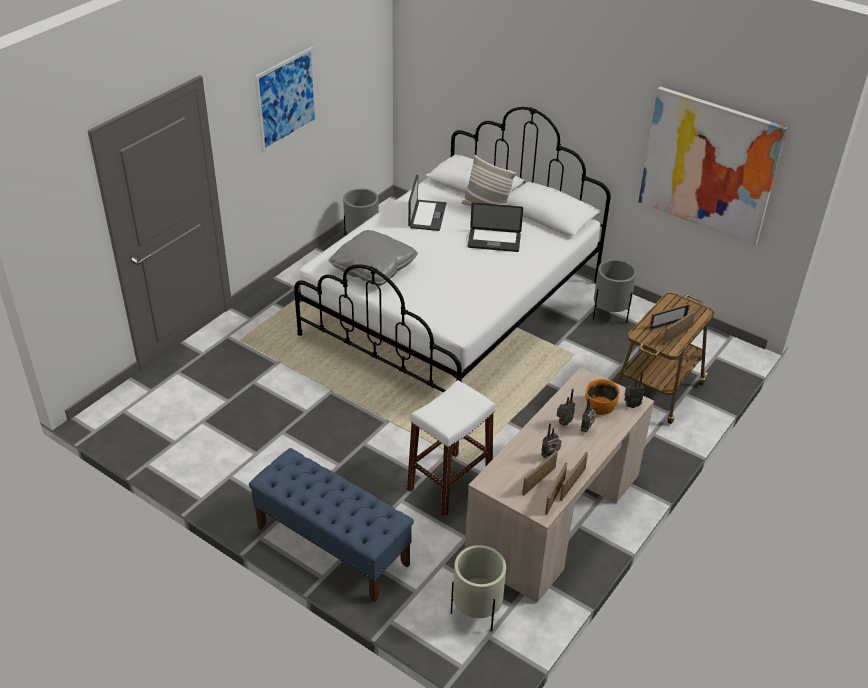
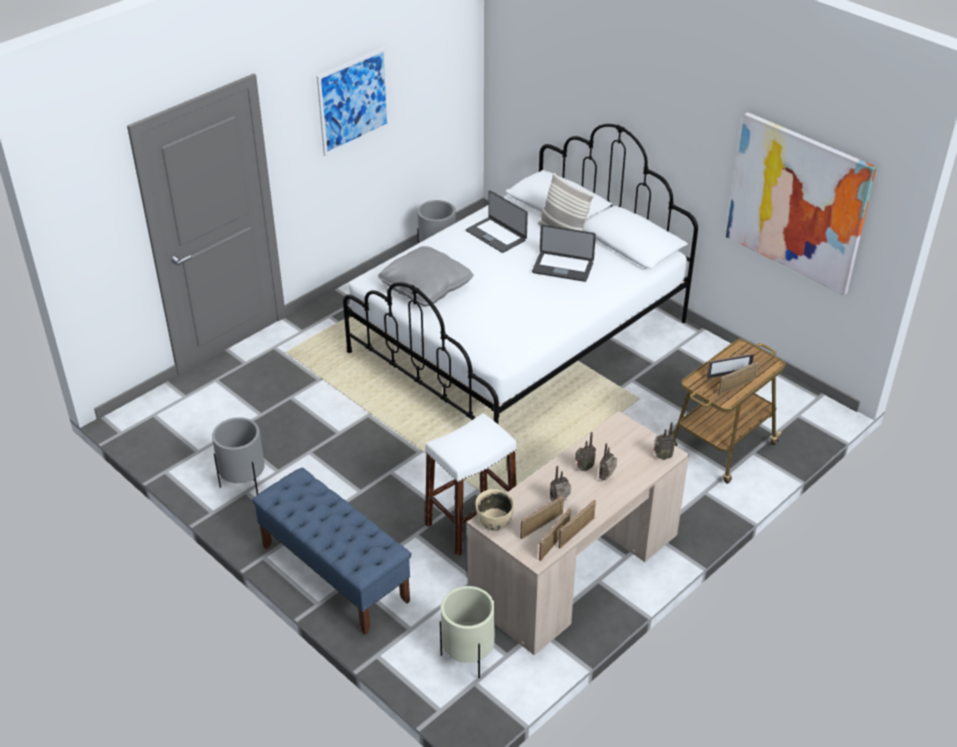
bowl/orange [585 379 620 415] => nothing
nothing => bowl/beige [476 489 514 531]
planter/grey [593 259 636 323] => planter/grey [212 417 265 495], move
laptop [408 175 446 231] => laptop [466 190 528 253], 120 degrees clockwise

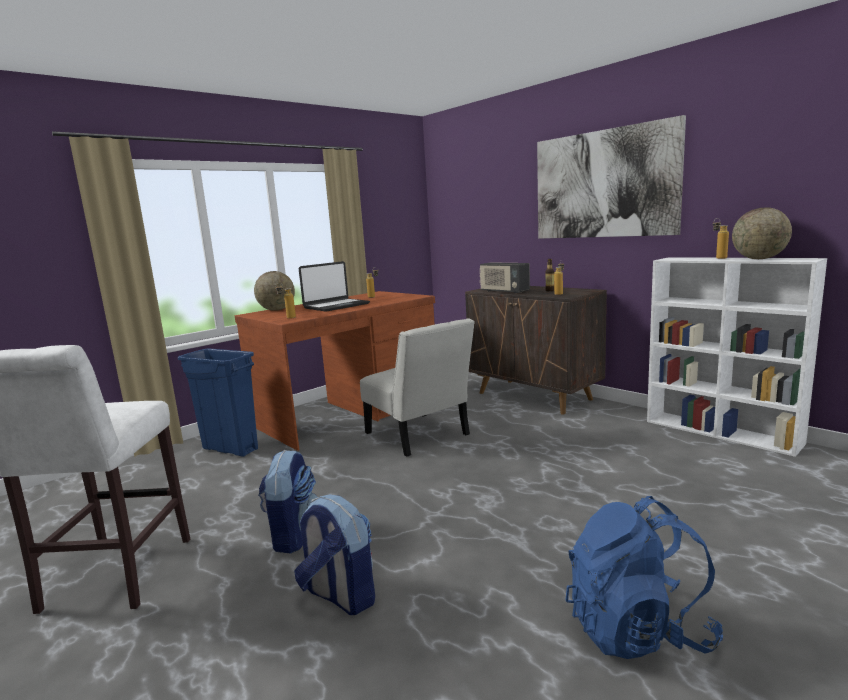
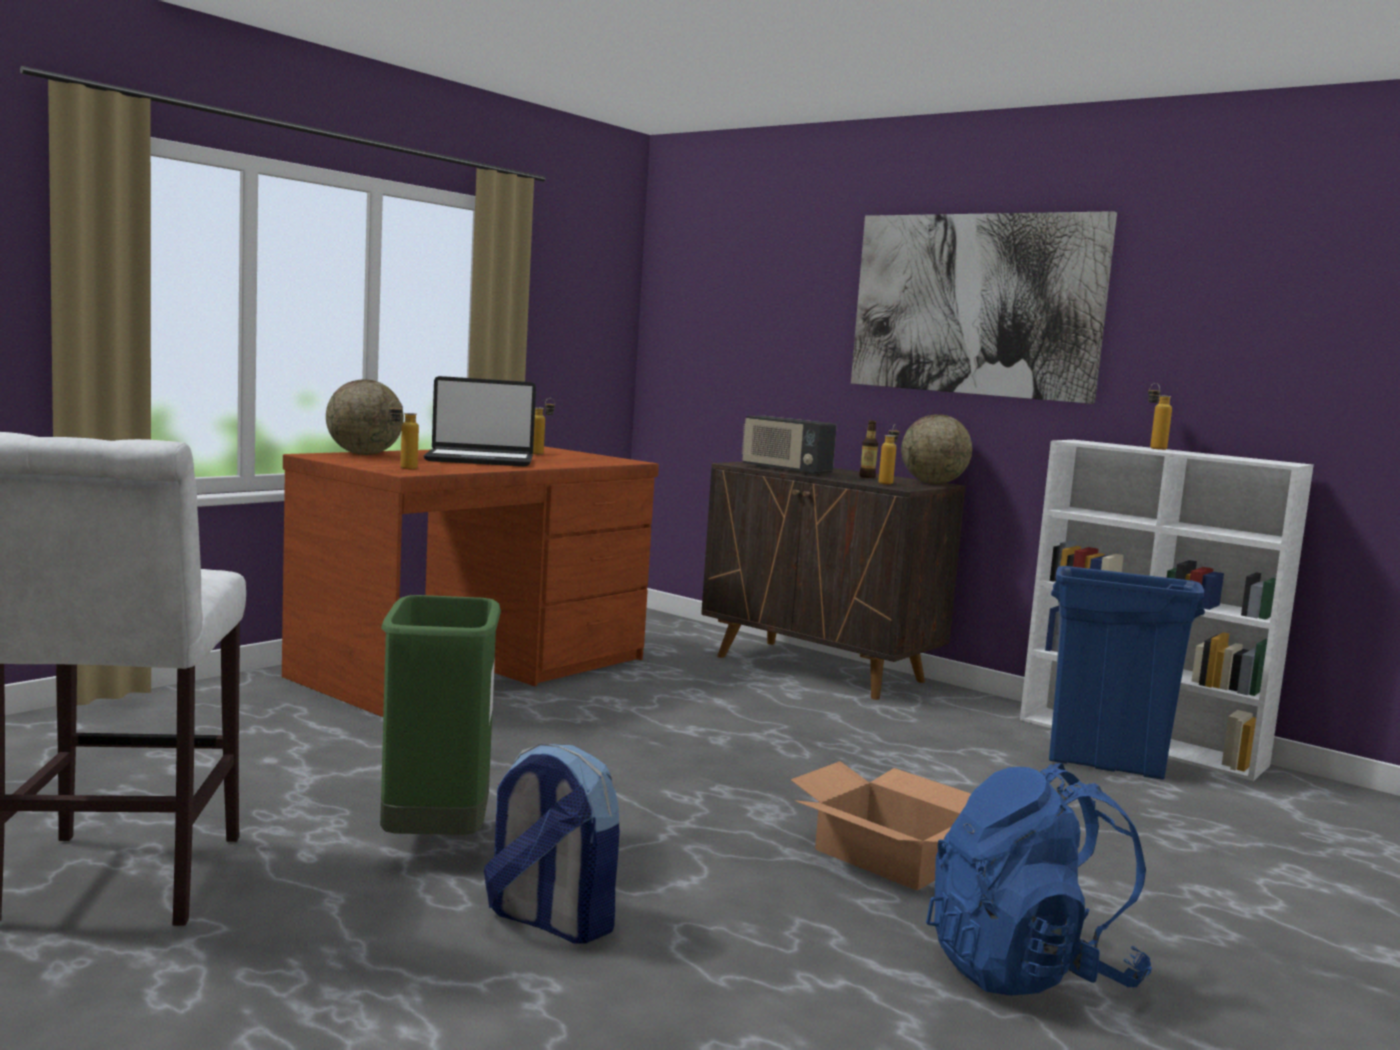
chair/white [360 318 474 457] => nothing
nothing => cardboard box [791 761 971 891]
trash can/blue [178 348 258 457] => trash can/blue [1049 566 1205 780], move
globe [732 207 792 259] => globe [901 414 972 484], move
backpack [258 450 317 554] => trash can/green [380 595 501 835]
laptop [299 261 370 312] => laptop [423 376 536 466], 45 degrees clockwise

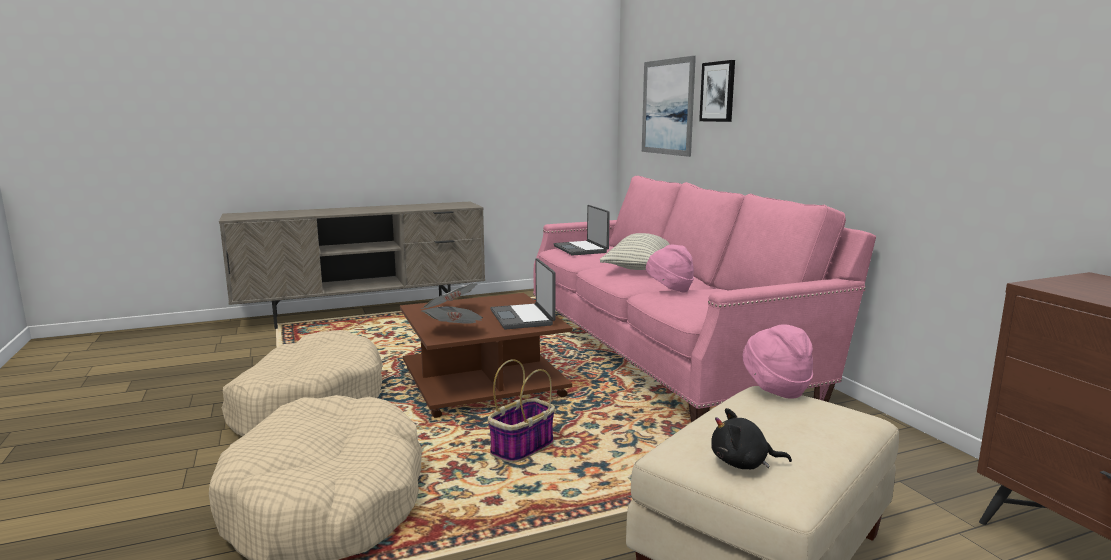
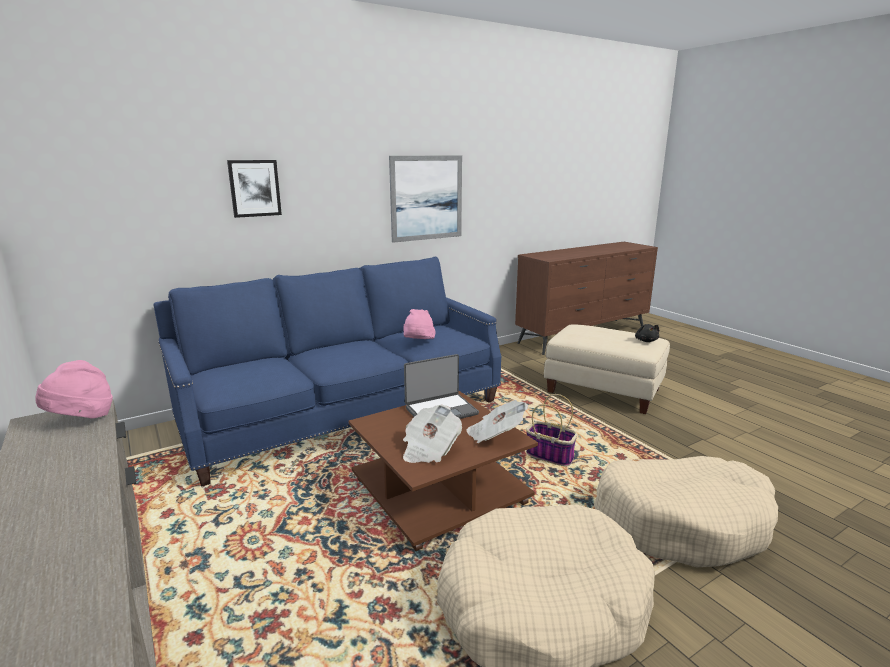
laptop [554 205 610 255] => nothing
pillow [600 233 670 270] => nothing
picture [642 56 696 157] => picture [389 156 462 243], move
hat/pink [742 324 813 399] => hat/pink [36 360 113 418], move
sofa/pink [533 175 876 423] => sofa/blue [153 257 501 487]

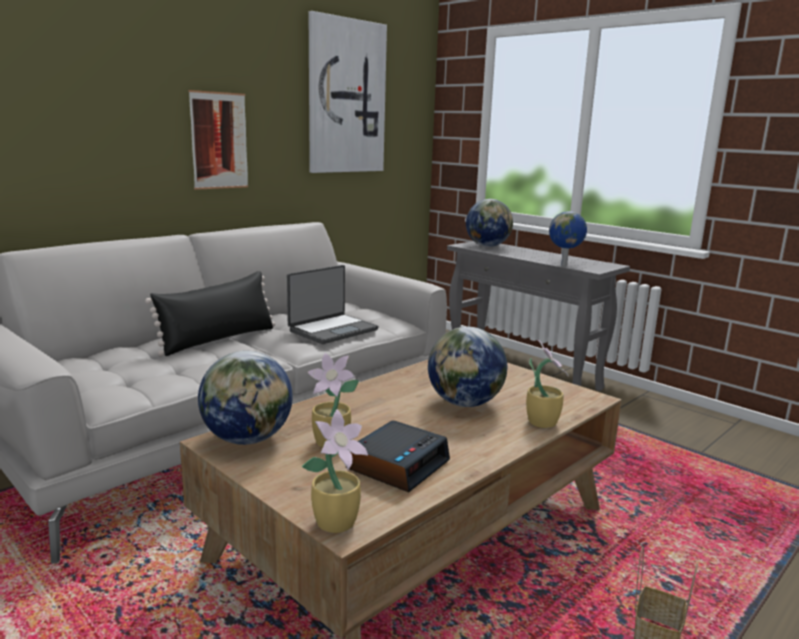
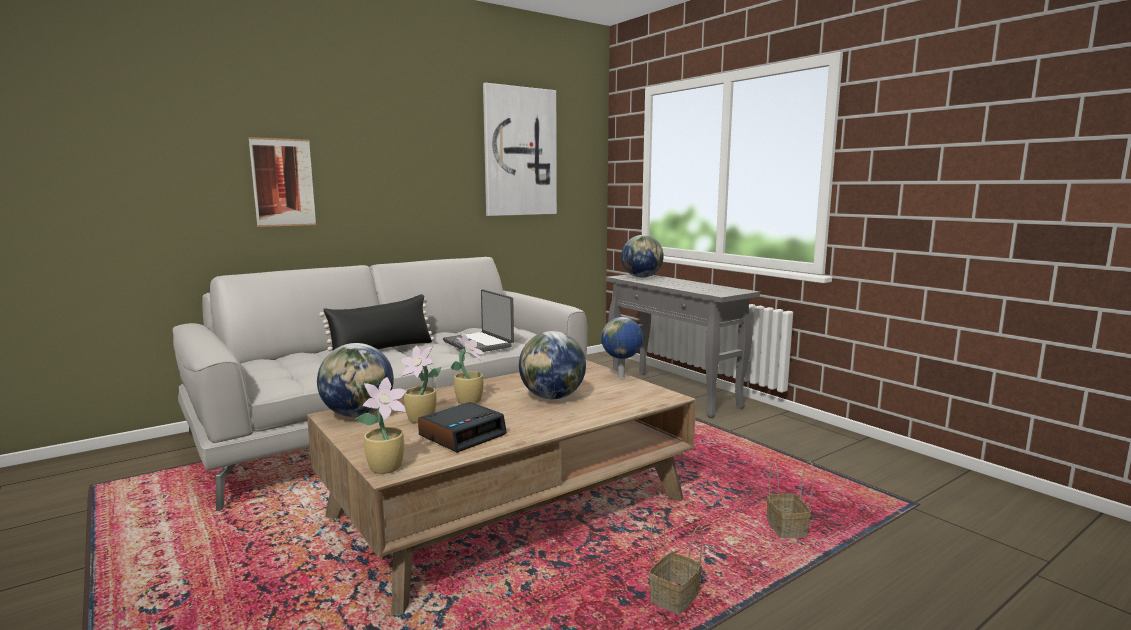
nothing => basket [767 461 814 538]
picture [189 90 248 190] => picture [248 137 316 227], move
potted plant [526 339 569 428] => potted plant [451 332 485 404], move
globe [549 211 587 266] => globe [601 317 643 378], move
laptop [287 265 379 344] => laptop [443 289 514 352], 90 degrees clockwise

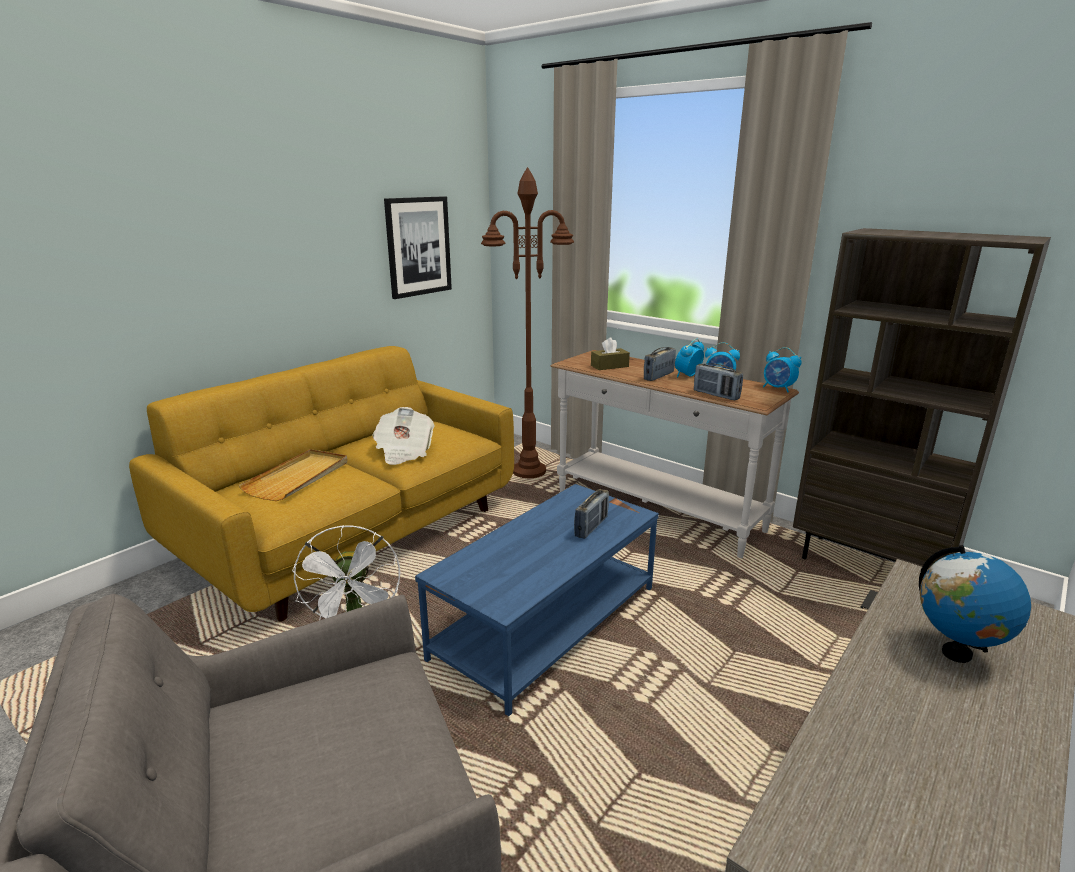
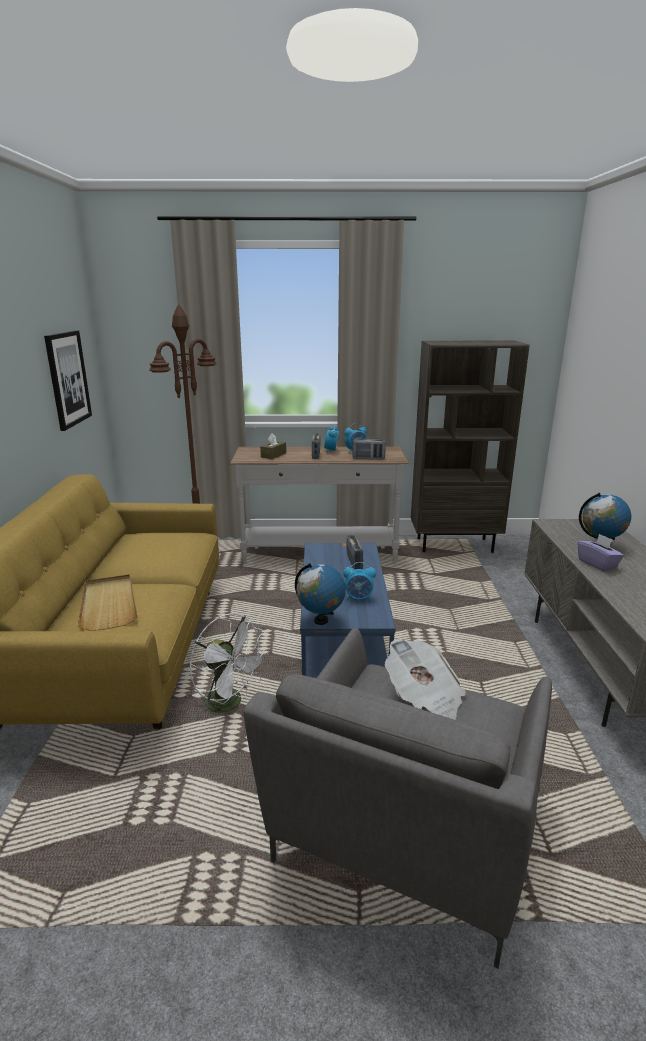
nothing => globe [295 563 346 625]
nothing => tissue box/purple [578 534 624 572]
newspaper [372 407 435 465] => newspaper [385 638 466 720], move
alarm clock [763 347 802 392] => alarm clock [343 562 376 602], move

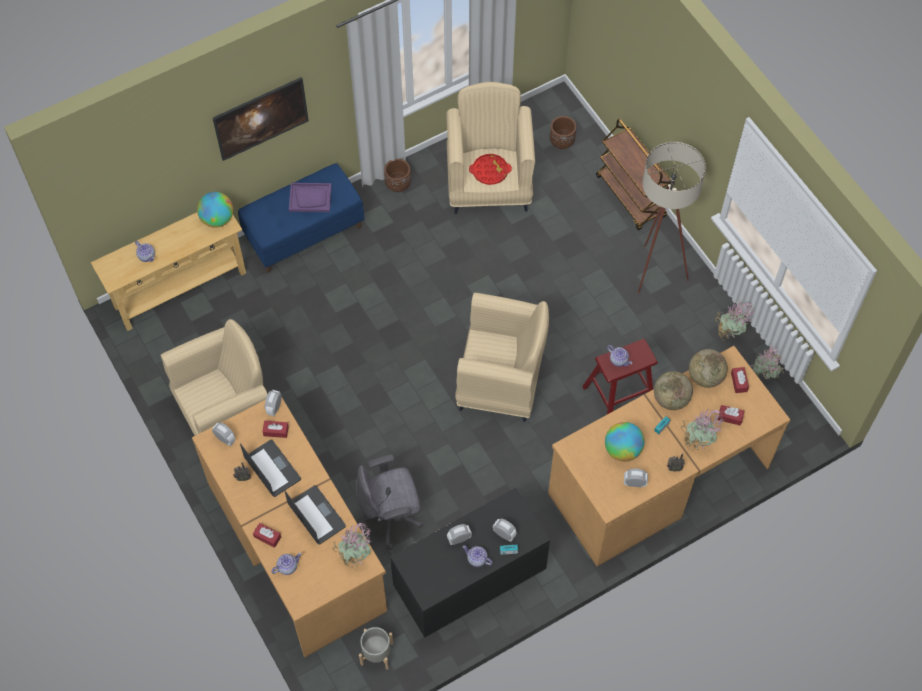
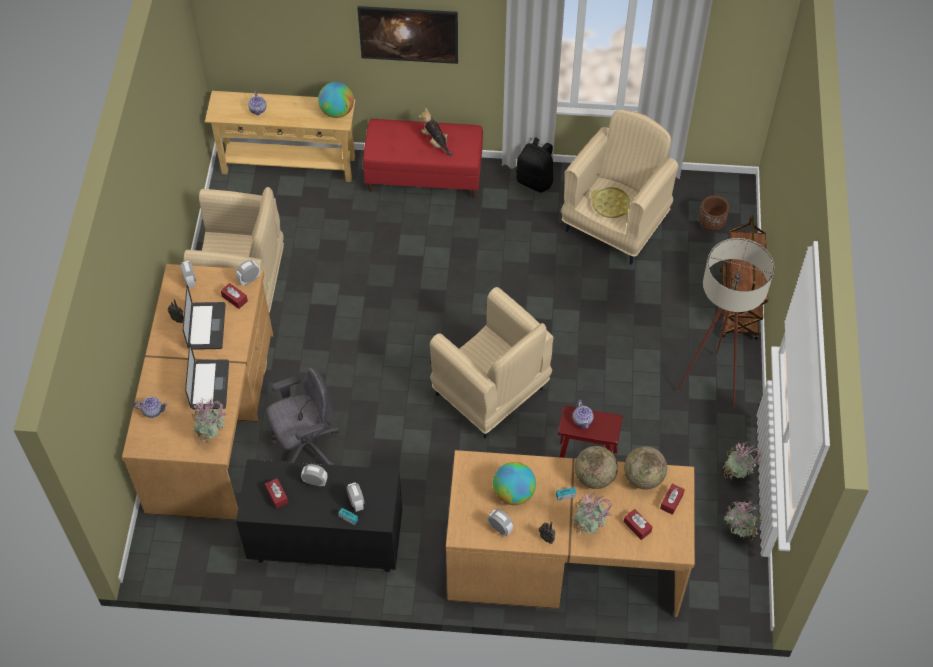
planter/grey [359 627 393 670] => nothing
teapot [463 545 493 567] => nothing
tissue box/red [253 523 281 548] => tissue box/red [265 478 289 509], move
tray/purple [289 183 332 212] => plush toy [418 108 452 156]
planter/brown [384 159 411 192] => backpack/black [516 137 553 193]
bench/blue [238 163 364 273] => bench/red [363 119 483 198]
tray/red [469 154 512 185] => tray/yellow [591 187 630 218]
office chair/grey [357 454 423 550] => office chair/grey [266 367 340 465], 135 degrees clockwise

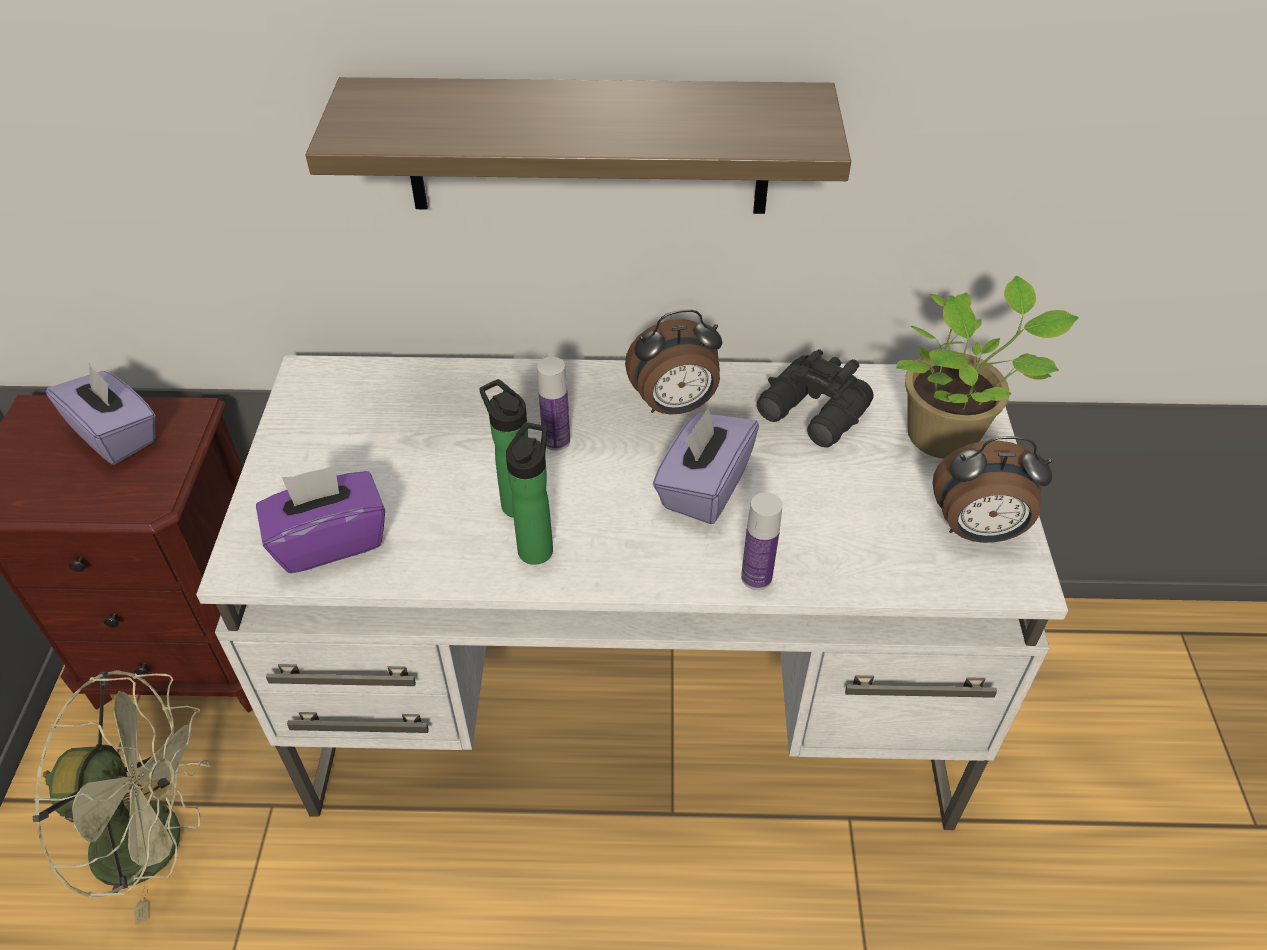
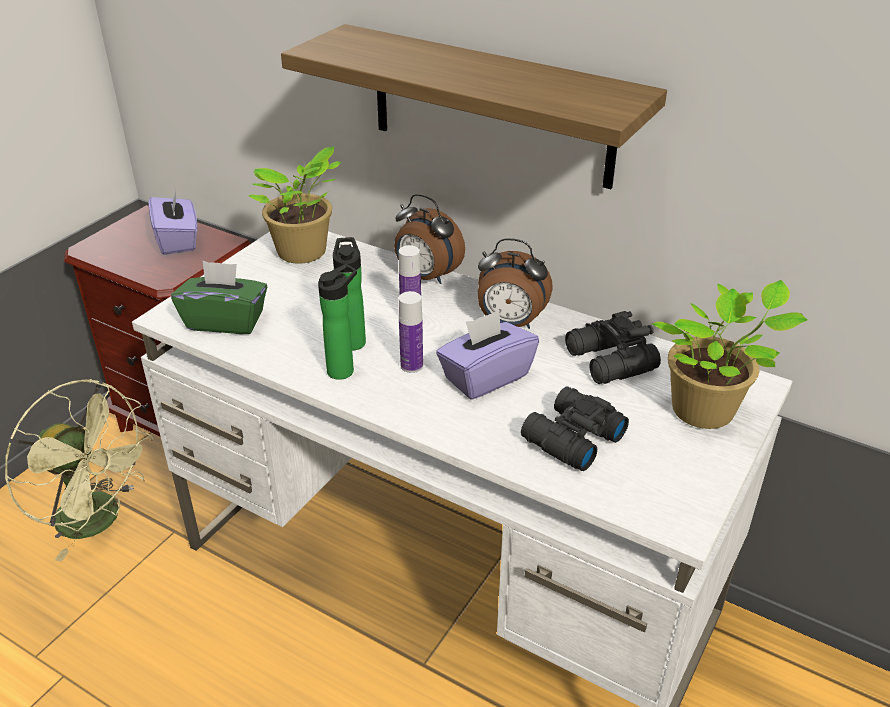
nothing => potted plant [249 146 341 264]
nothing => binoculars/black [521 387 629 471]
bottle [741 492 783 590] => bottle [399 291 423 373], move
alarm clock [933 436 1052 543] => alarm clock [394 194 465 284], move
tissue box/purple [256 465 385 574] => tissue box/green [171 261 267 334]

